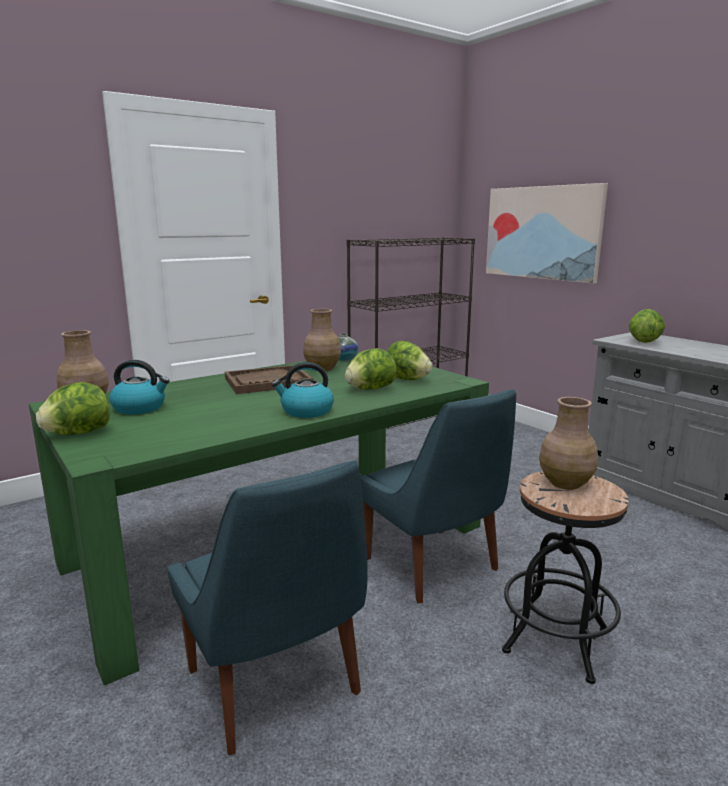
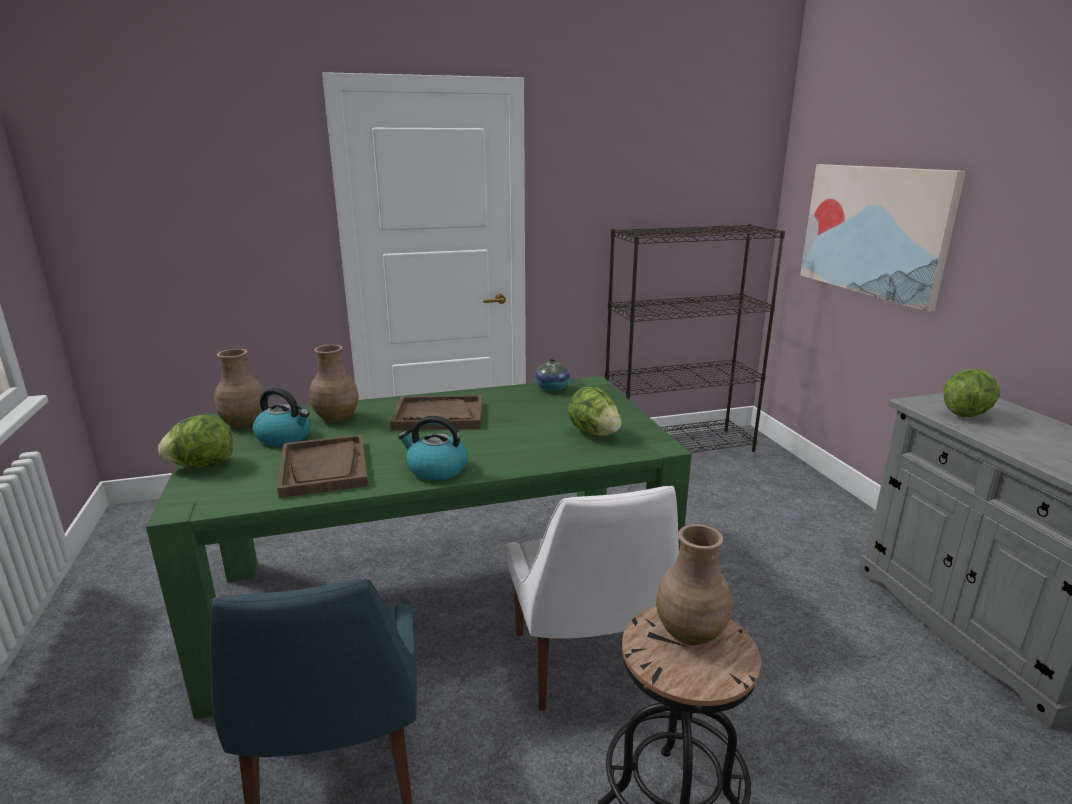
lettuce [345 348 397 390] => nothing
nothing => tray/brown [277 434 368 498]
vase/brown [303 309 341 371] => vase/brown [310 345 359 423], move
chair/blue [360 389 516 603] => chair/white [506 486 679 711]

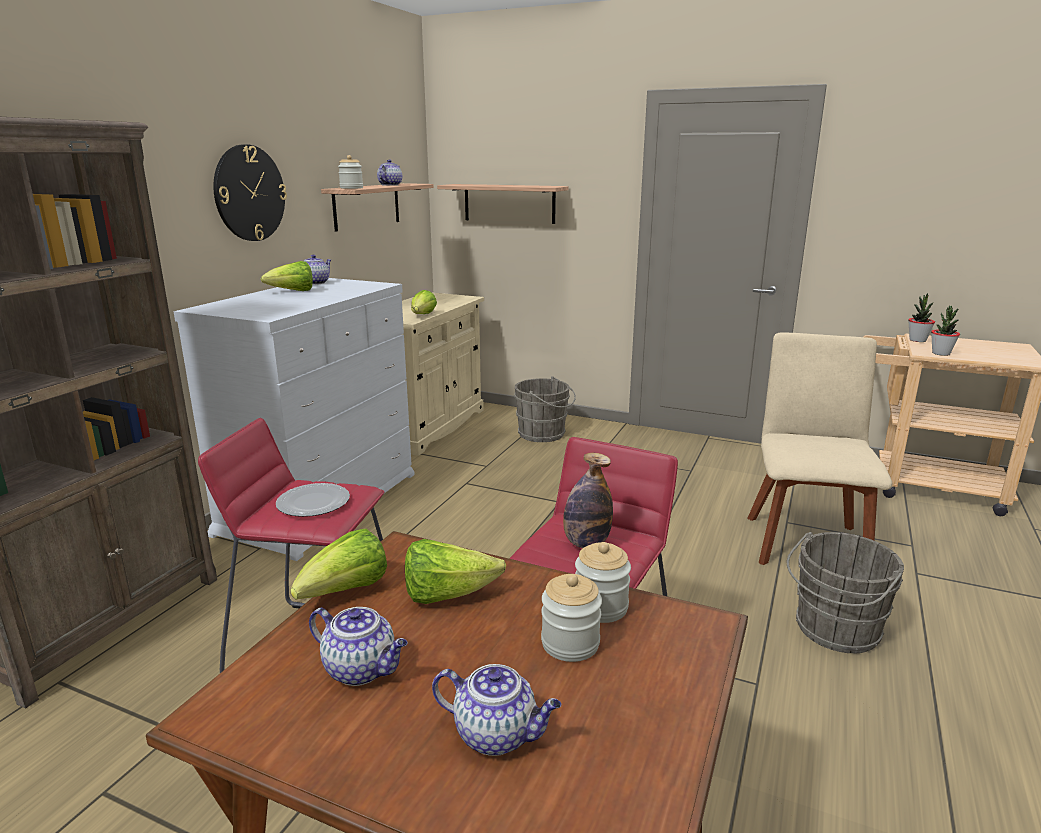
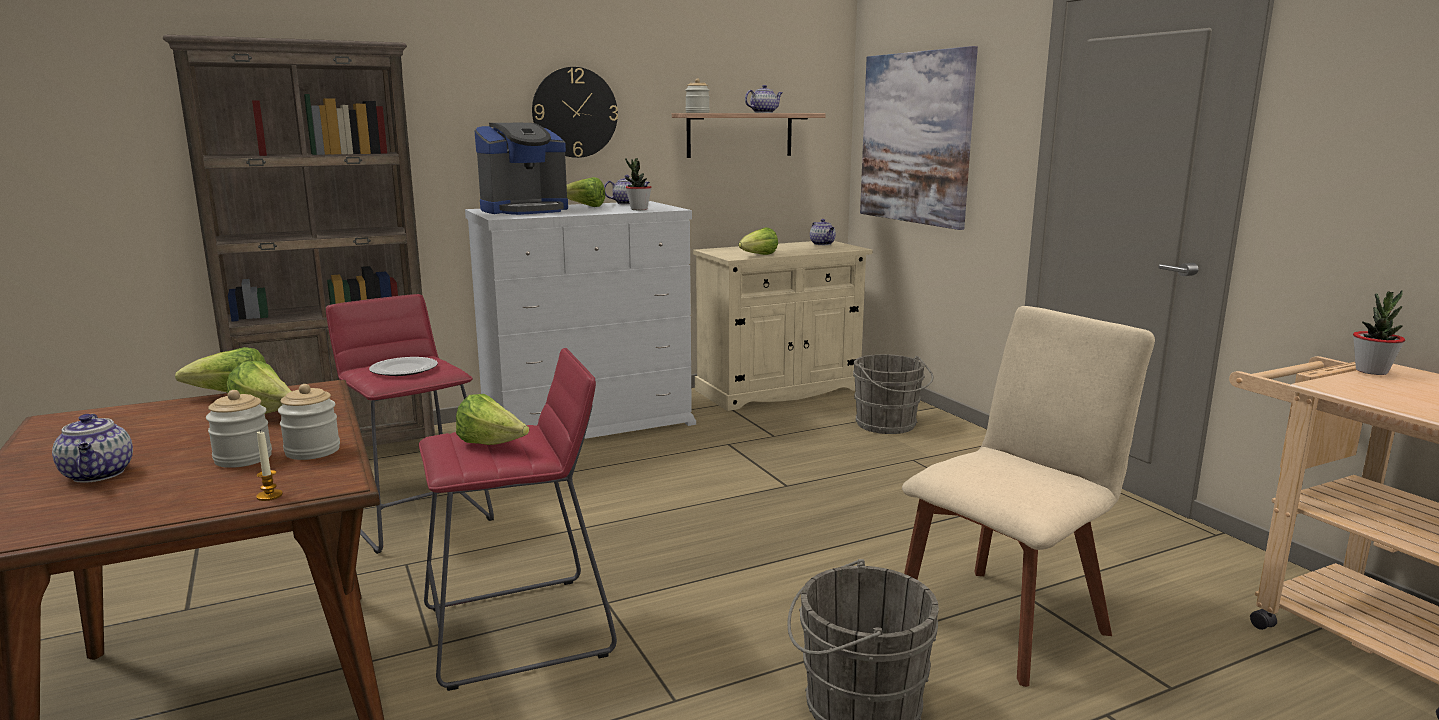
nothing => candle [256 430 283 501]
nothing => coffee machine [475 123 568 215]
teapot [309 607 408 686] => teapot [810 219 836 245], move
potted plant [931 306 960 356] => potted plant [625 158 652 210], move
shelf [437 184 569 224] => picture [860 46 978 230]
bottle [563 453 613 548] => lettuce [456 394 529 445]

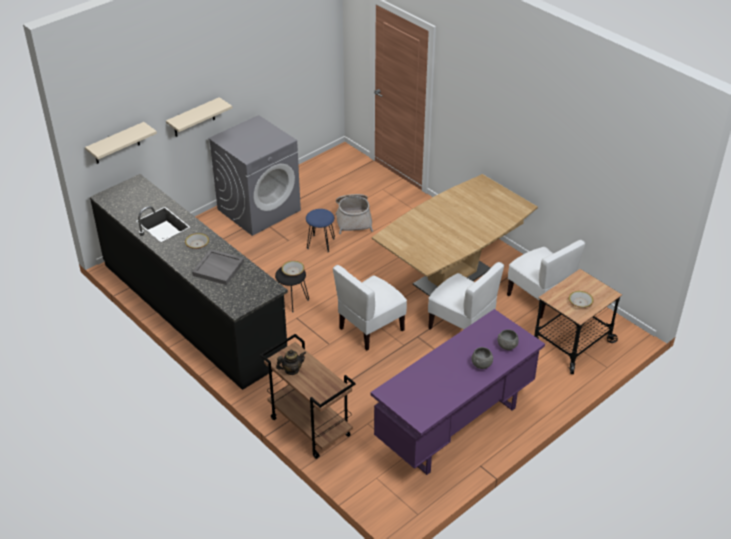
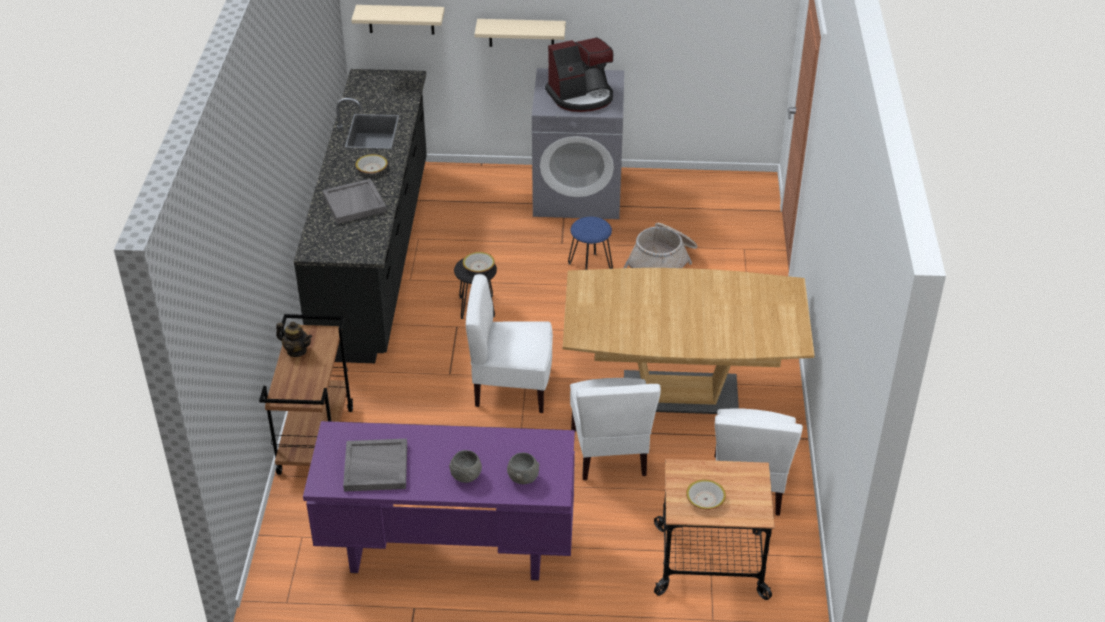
nothing => tray/grey [343 439 407 492]
nothing => coffee machine [545 37 613 112]

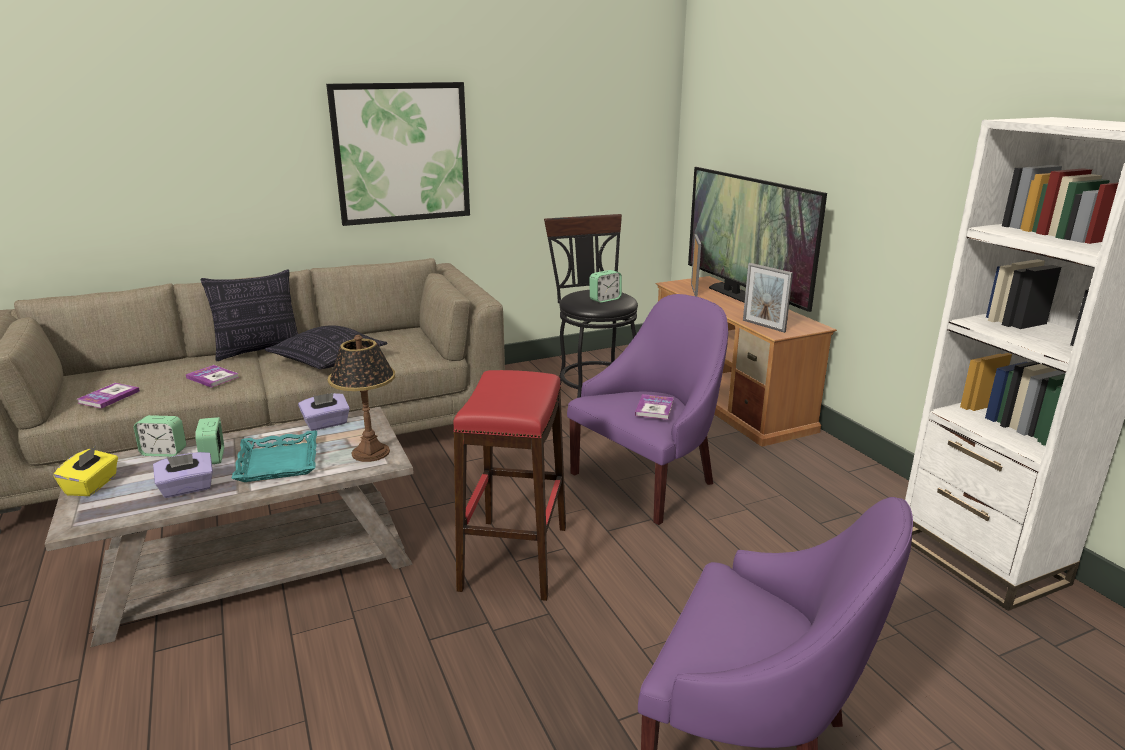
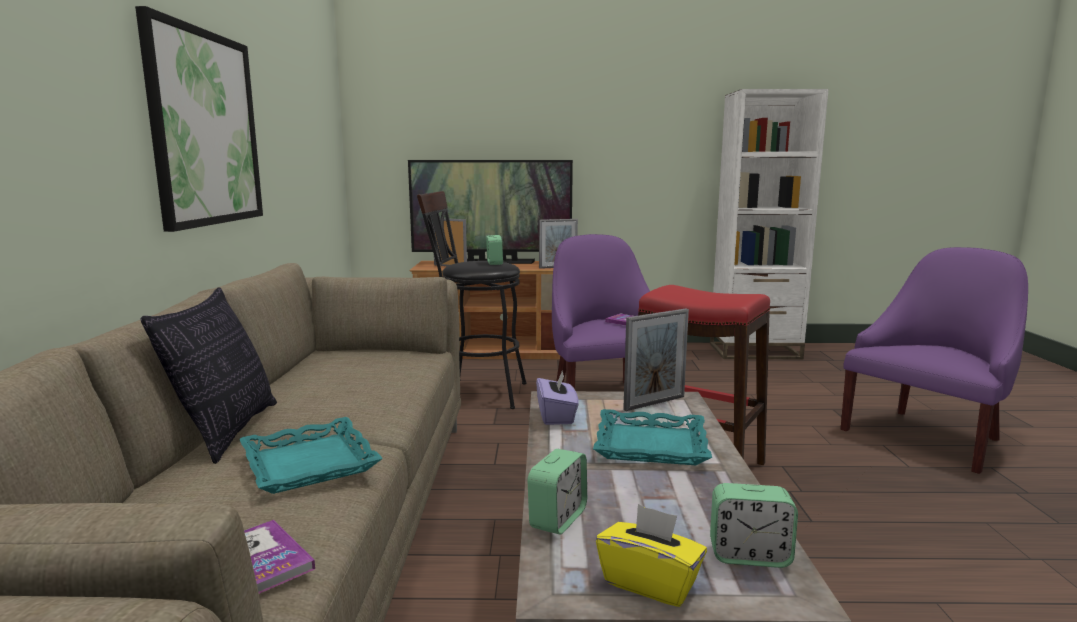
tissue box/purple [153 452 213 498] => nothing
pillow [265 325 388 369] => nothing
alarm clock [195 417 224 464] => alarm clock [710 483 798 568], move
book [186 365 239 388] => tray/turquoise [240 417 383 494]
table lamp [328 335 395 462] => picture frame [623 308 689 411]

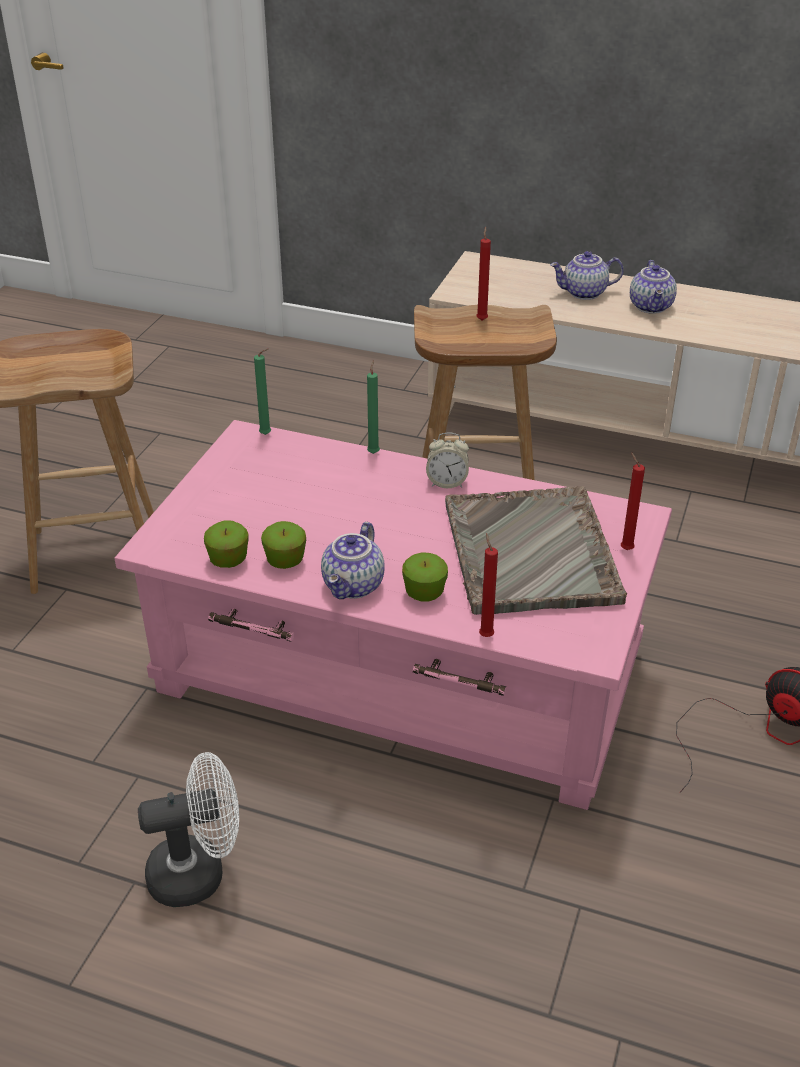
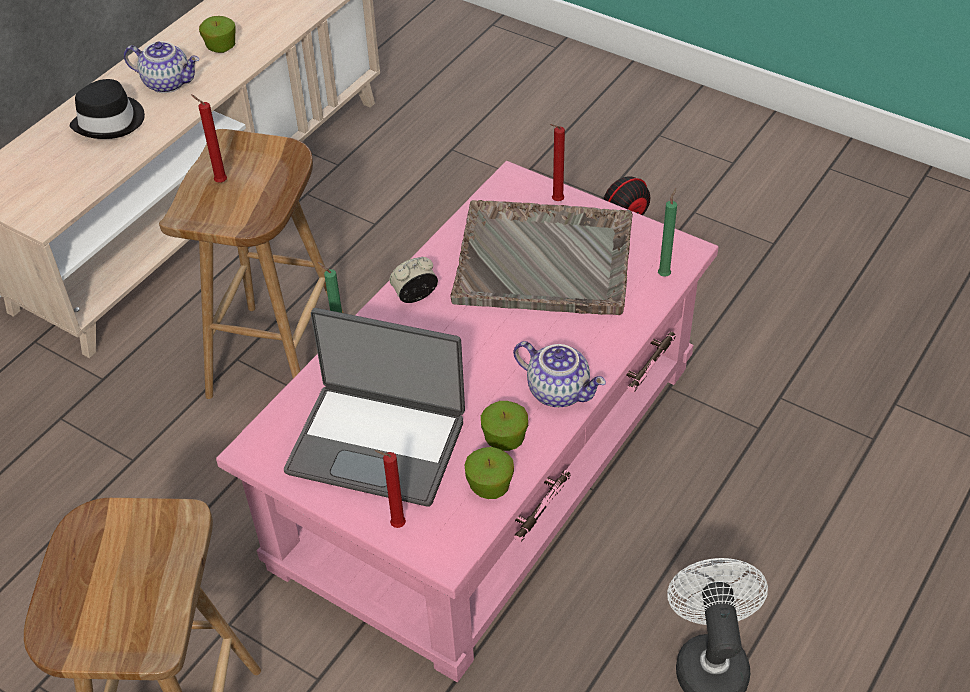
nothing => laptop [284 308 465 507]
candle/green [254 348 271 435] => candle/green [658 188 677 277], move
apple [402 552 448 601] => apple [199 16 236 53], move
candle/red [479 533 498 637] => candle/red [375 450 406 528], move
teapot [550 251 624 300] => hat/black [70 79 145 139]
alarm clock [426 433 469 488] => alarm clock [389 257 438 303], 135 degrees counterclockwise

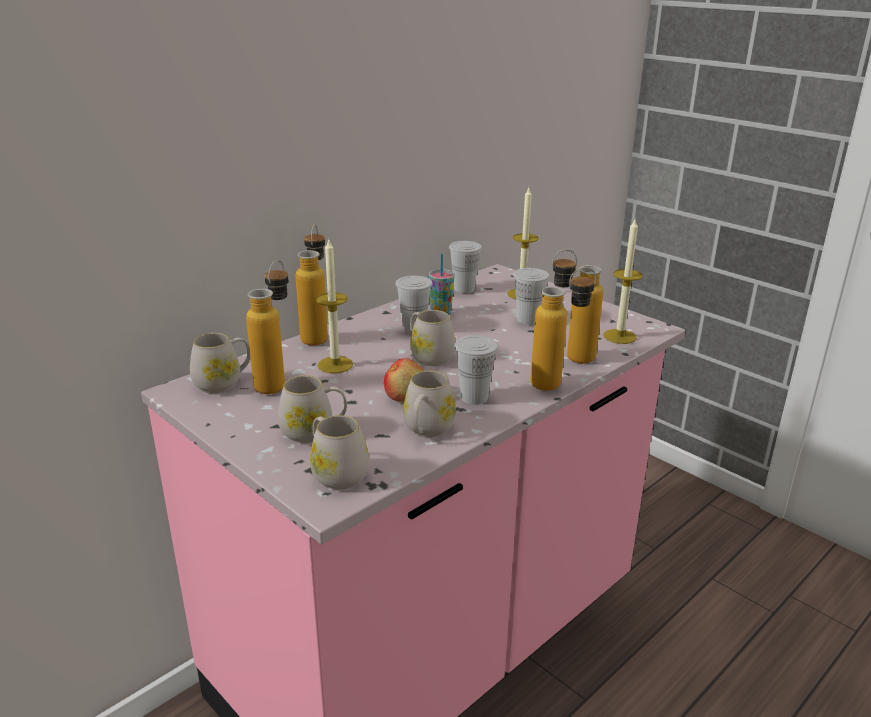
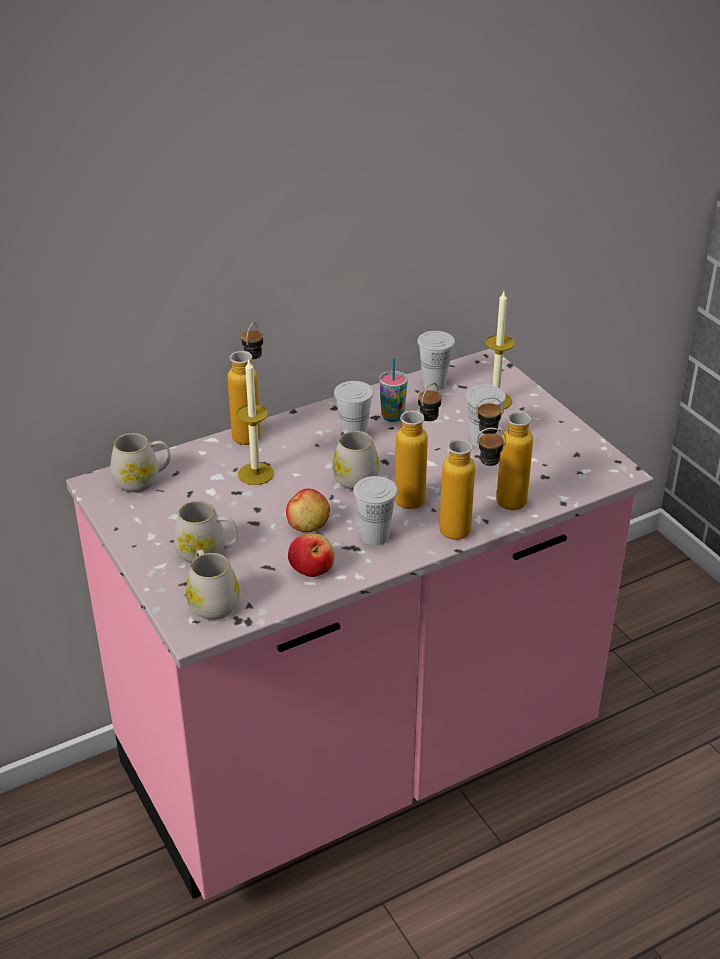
candle [603 219 643 344] => nothing
bottle [246 260 289 394] => bottle [395 383 441 509], move
mug/white [403 370 456 437] => apple [288 533 335 577]

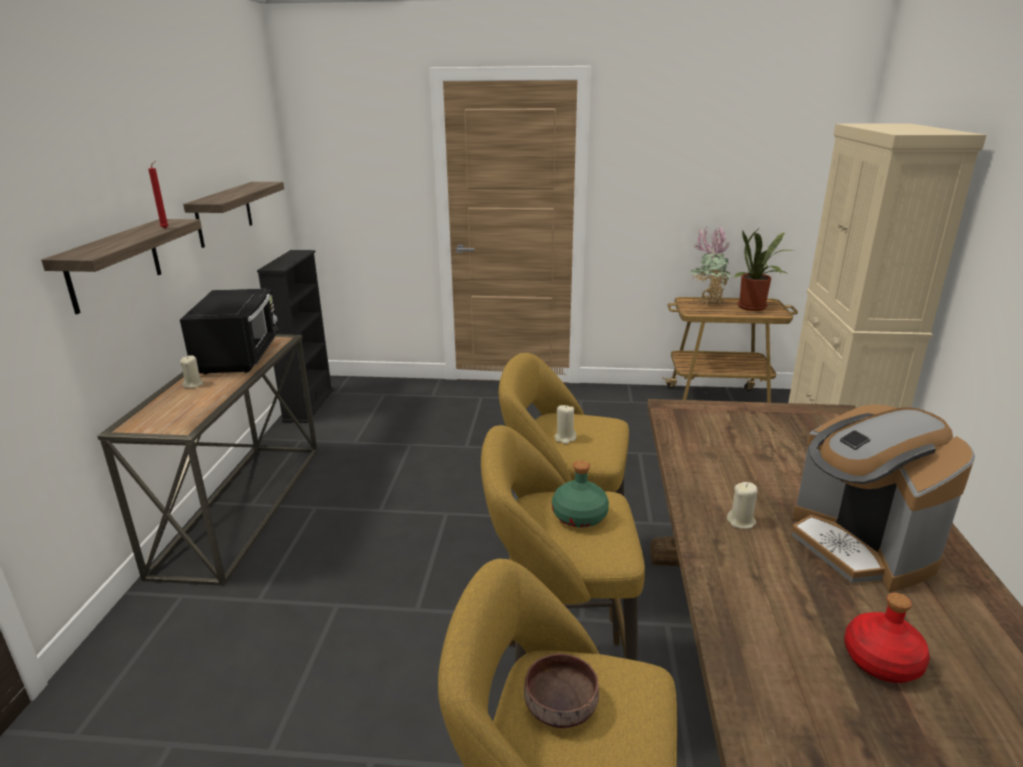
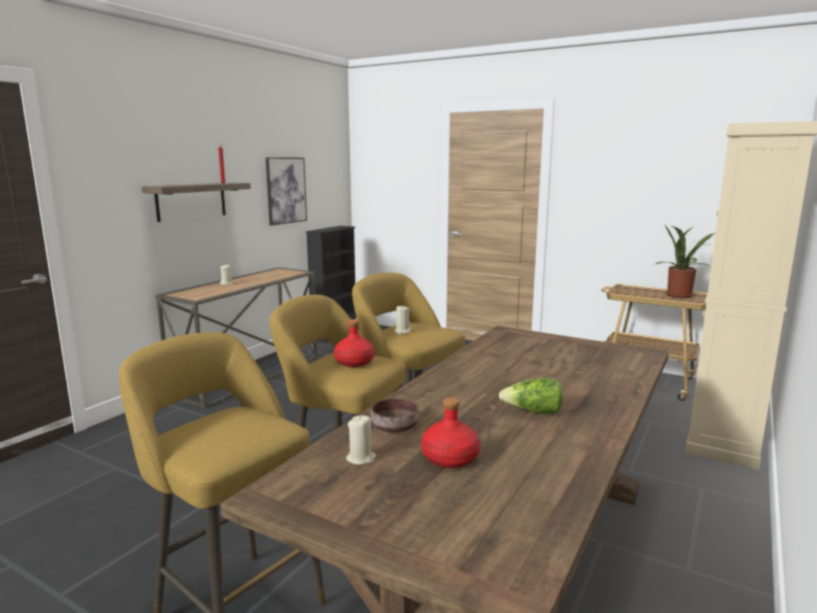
microwave/black [180 289 278 375] => nothing
potted plant [690 226 733 305] => nothing
bowl/brown [524 654 599 728] => bowl/brown [371 398 419 432], move
candle/beige [727 482 757 529] => candle/beige [346 415 376 465], move
shelf [183 182 284 248] => picture [266 158 307 226]
coffee machine [792 404 975 592] => lettuce [499 378 563 414]
bottle/green [552 460 609 527] => bottle/red [334 319 375 367]

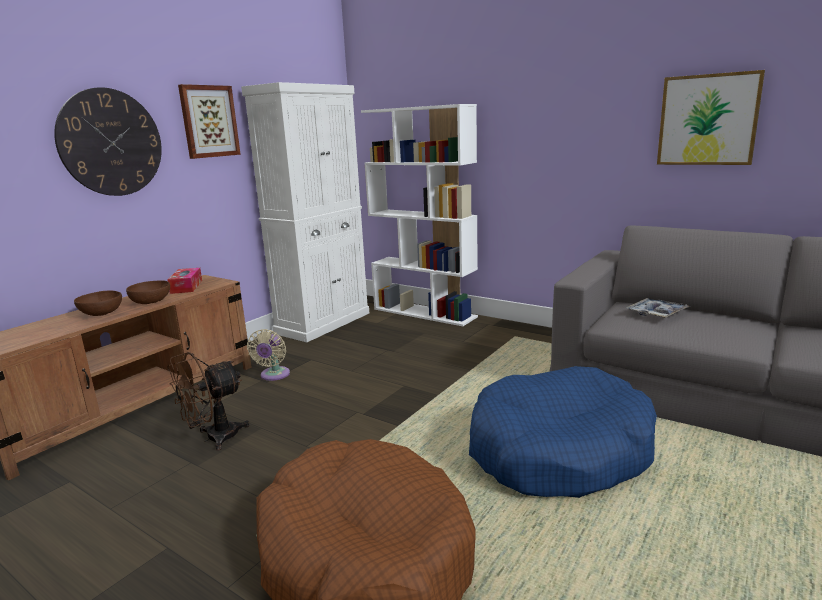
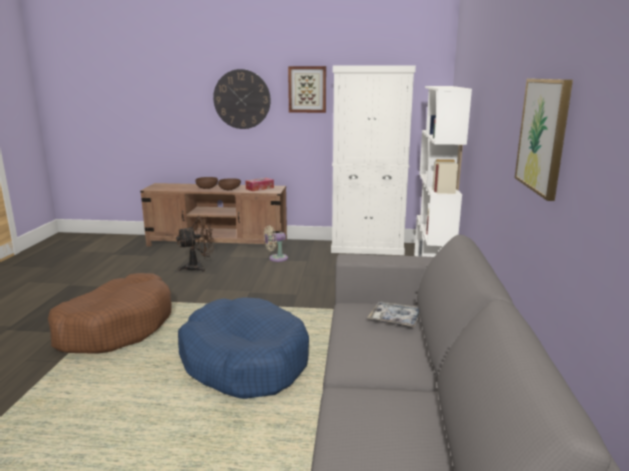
fan/brown [167 352 250 450] => fan/brown [176 216 214 272], 135 degrees clockwise

